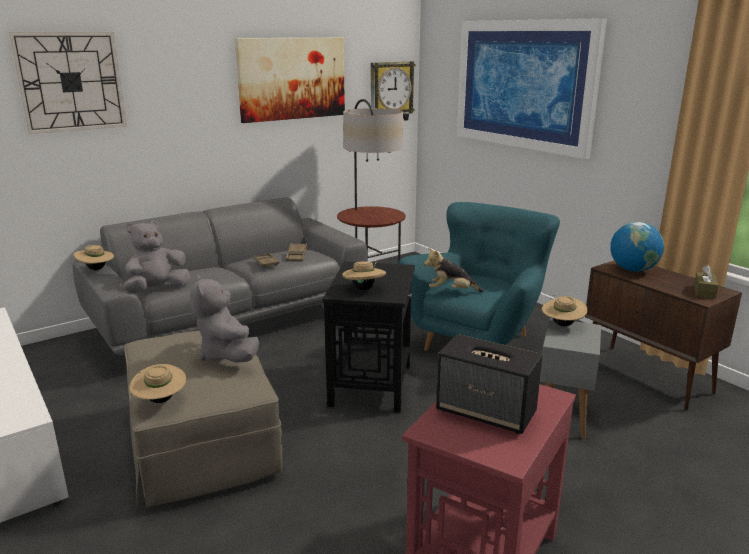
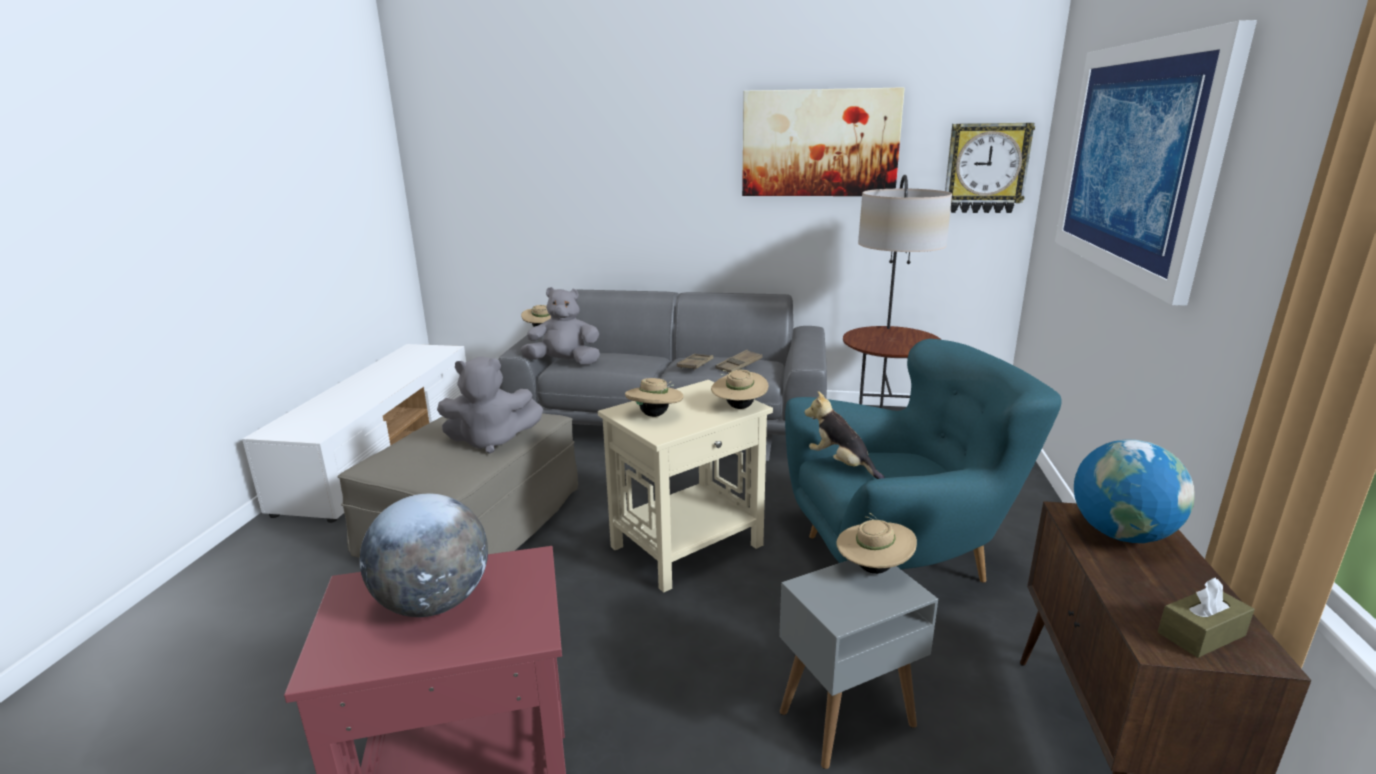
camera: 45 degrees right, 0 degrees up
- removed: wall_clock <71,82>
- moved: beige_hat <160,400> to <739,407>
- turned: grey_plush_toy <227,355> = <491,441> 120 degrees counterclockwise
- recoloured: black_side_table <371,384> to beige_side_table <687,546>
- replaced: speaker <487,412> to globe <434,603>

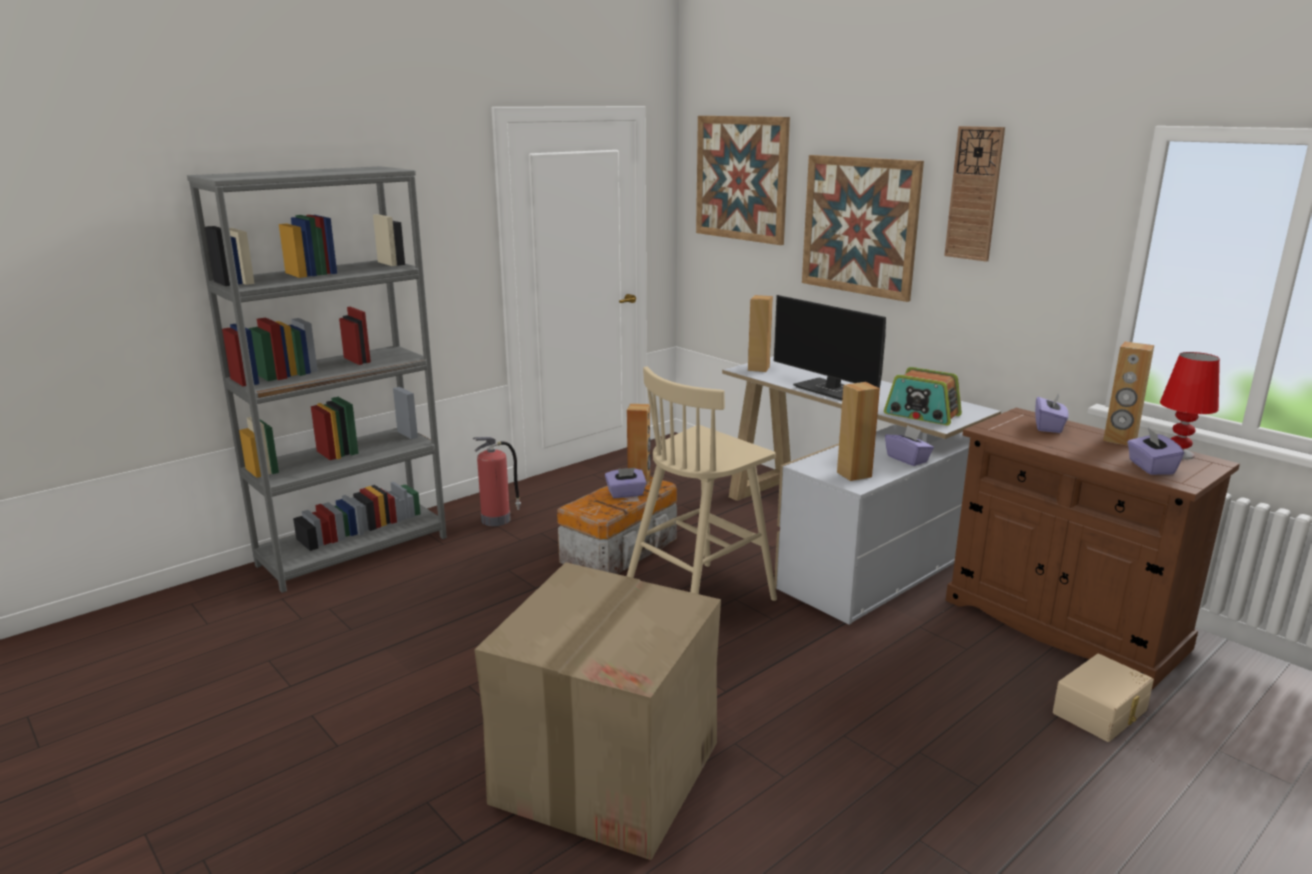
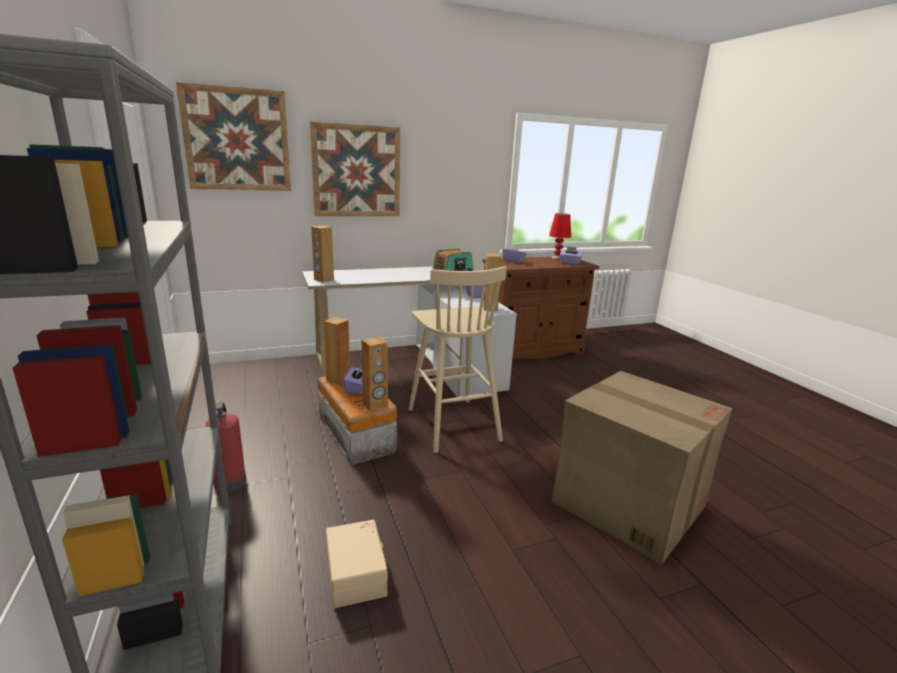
camera: 70 degrees left, 0 degrees up
- removed: monitor <831,390>
- removed: wall_clock <974,194>
- moved: beige_storage_box <1102,712> to <357,573>
- moved: brown_speaker <1120,440> to <375,405>

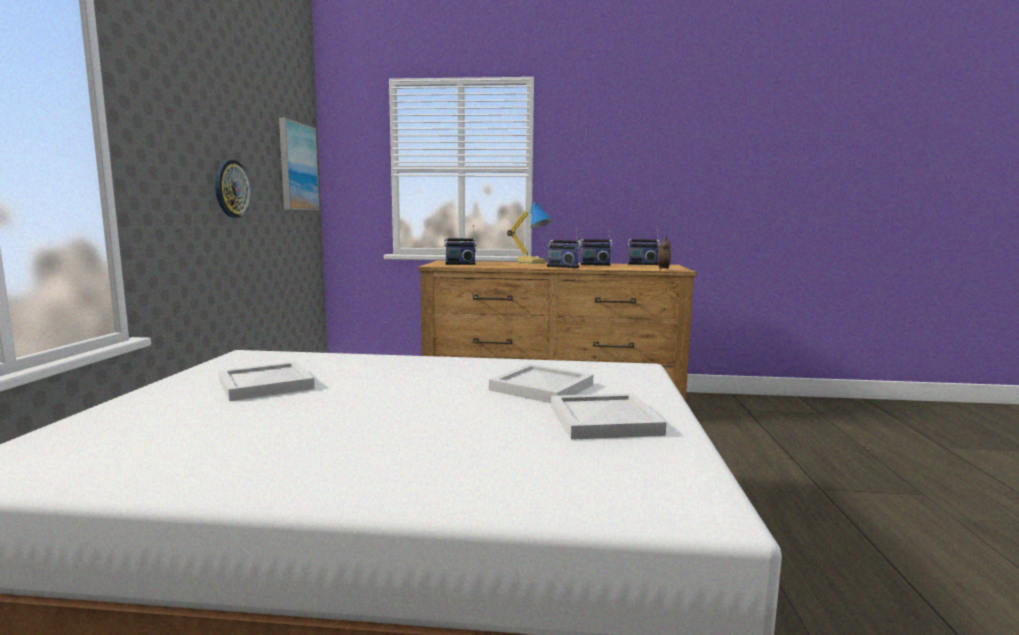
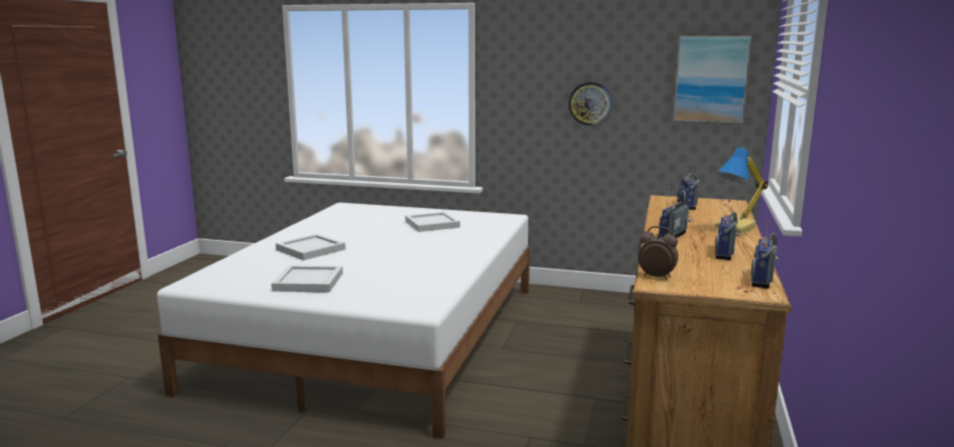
camera: 100 degrees right, 5 degrees up
- moved: white_tray <543,387> to <310,250>

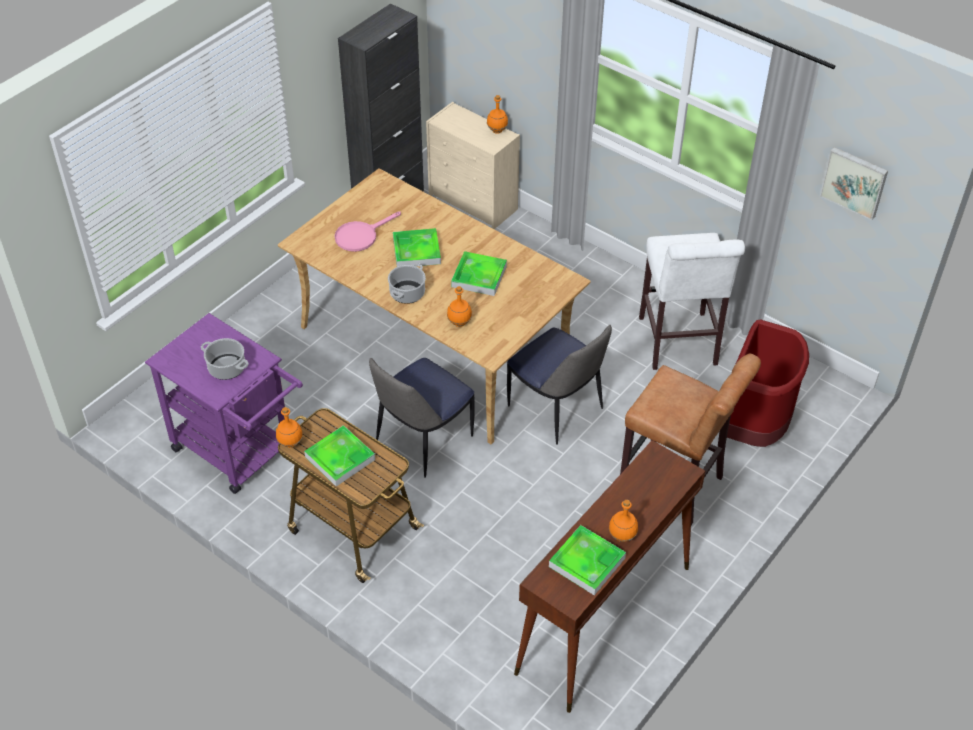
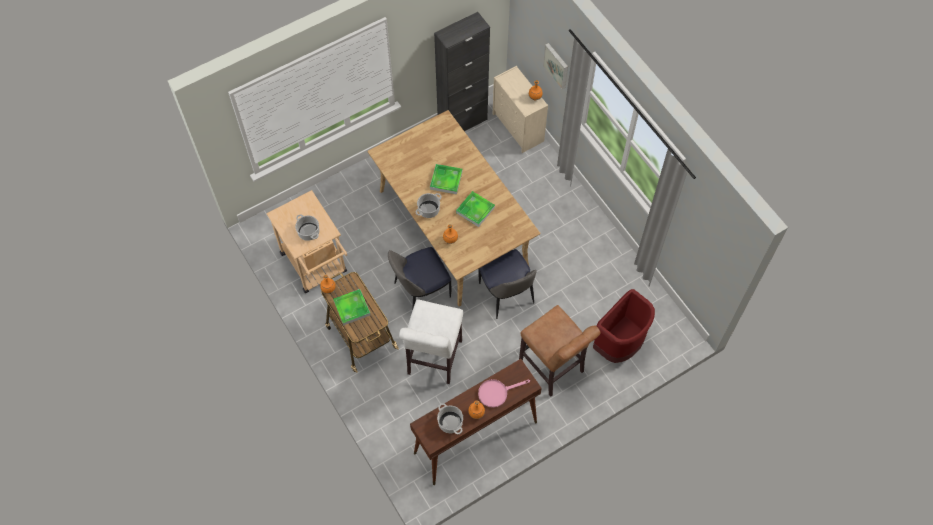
camera: 20 degrees right, 15 degrees up
- recoloured: purple_cart <240,452> to beige_cart <316,267>
- moved: pink_frying_pan <361,236> to <497,392>
- replaced: tray <587,562> to cooking_pot <450,423>
- moved: white_stool <678,345> to <433,360>
- moved: picture <854,181> to <557,65>

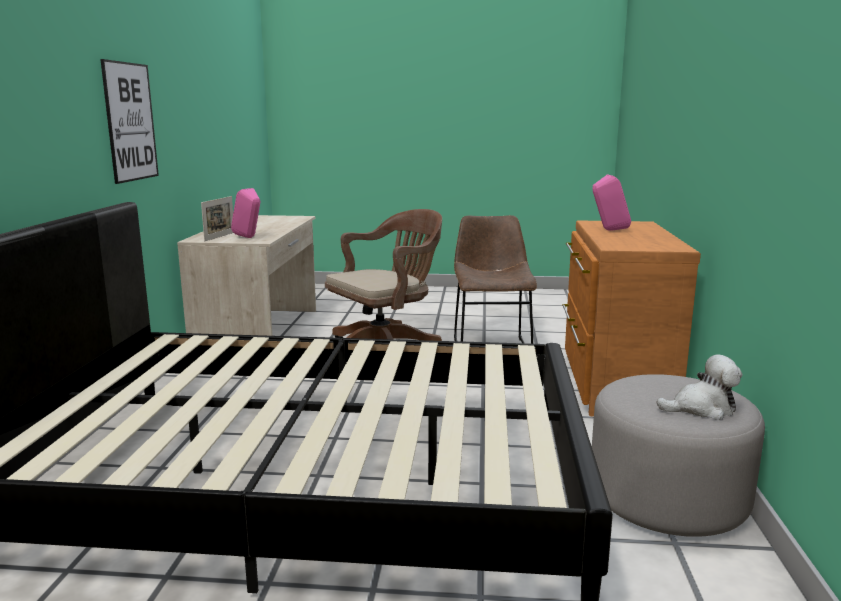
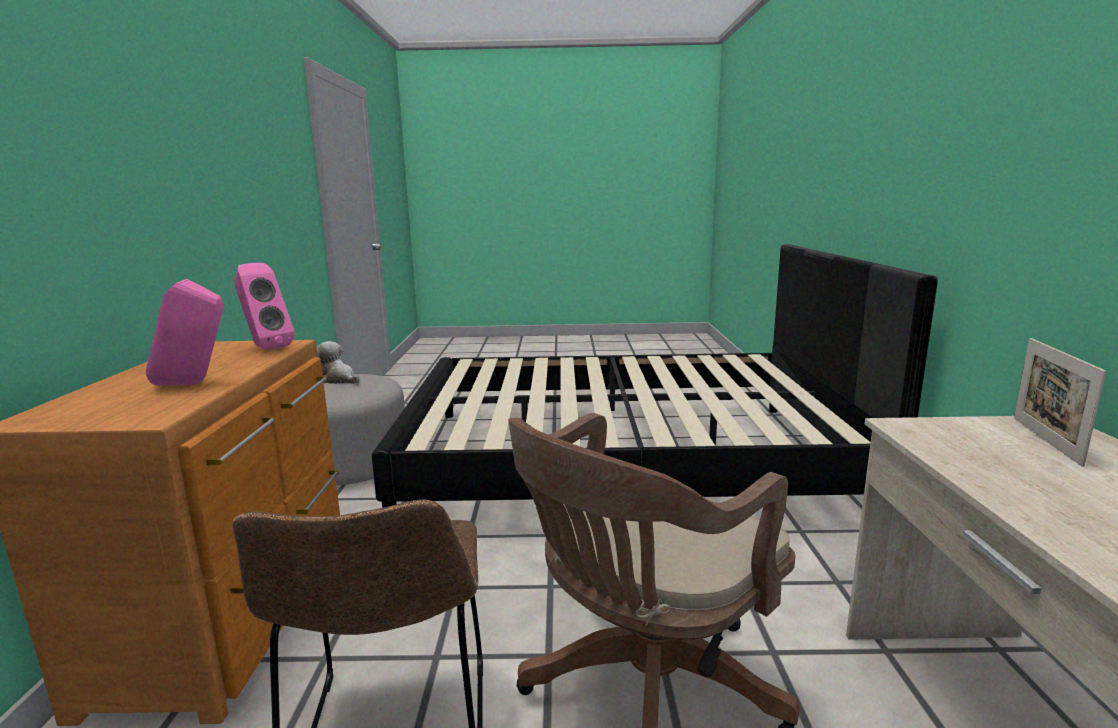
camera: 175 degrees right, 0 degrees up
- removed: picture <130,122>
- moved: pink_speaker <249,238> to <265,348>
- turned: plush_toy <702,409> = <337,379> 45 degrees clockwise

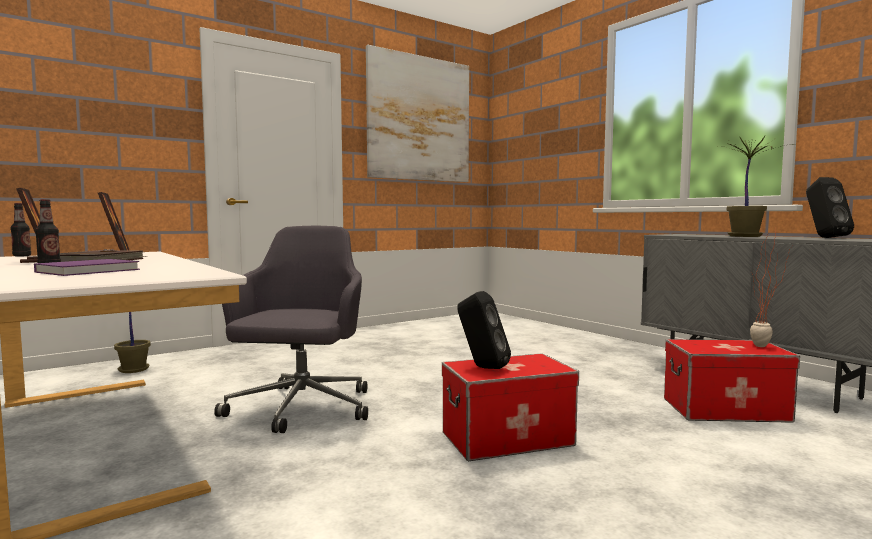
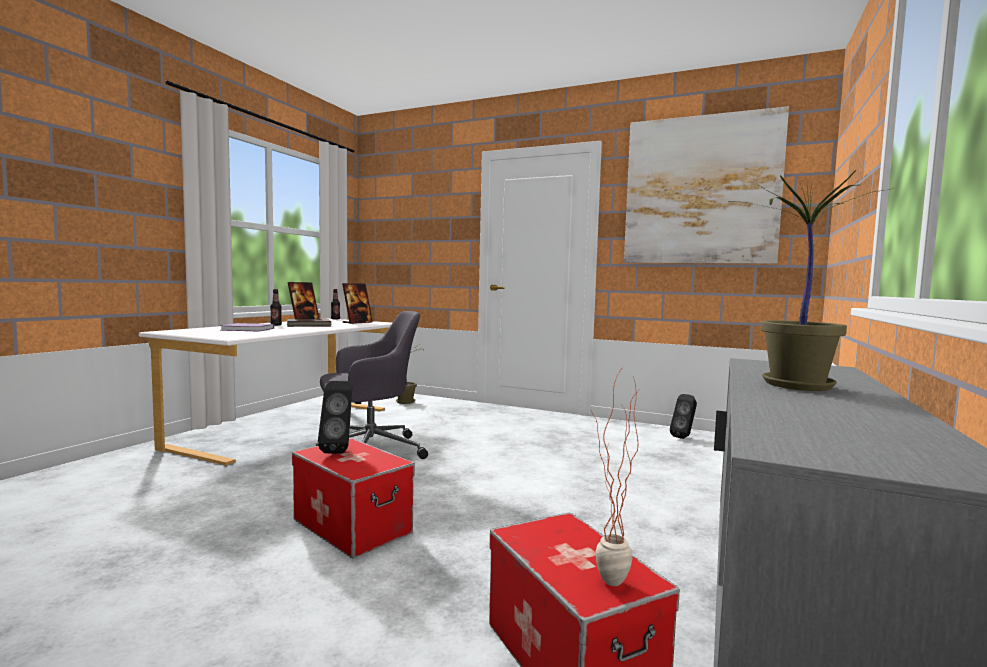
camera: 60 degrees right, 0 degrees up
- moved: black_speaker <824,237> to <684,437>

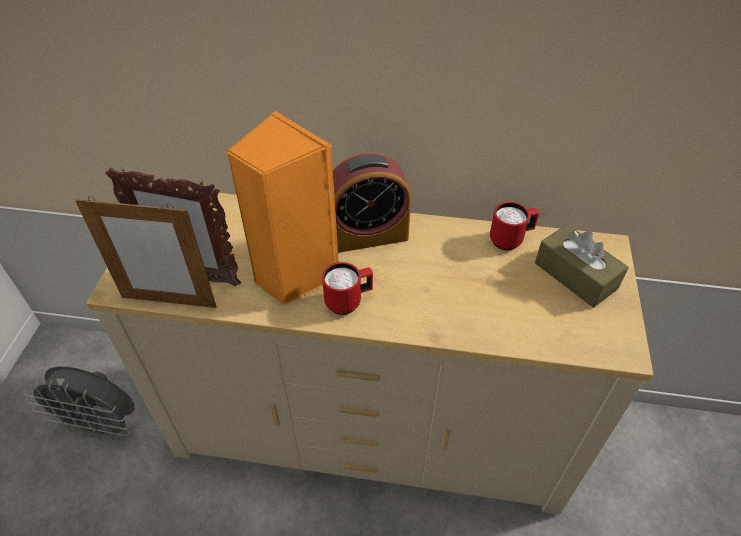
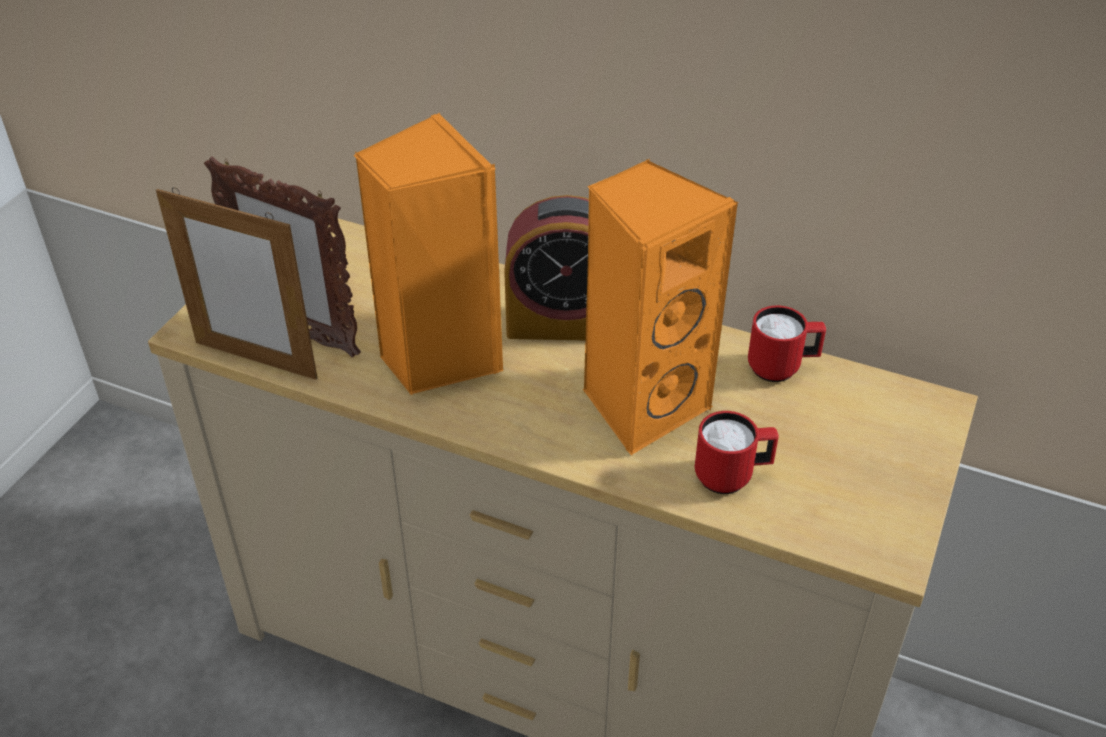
camera: 15 degrees right, 5 degrees down
- removed: grey_fan <103,425>
- moved: red_mug <349,302> to <732,477>
- removed: brown_tissue_box <575,275>
- added: orange_speaker <642,404>

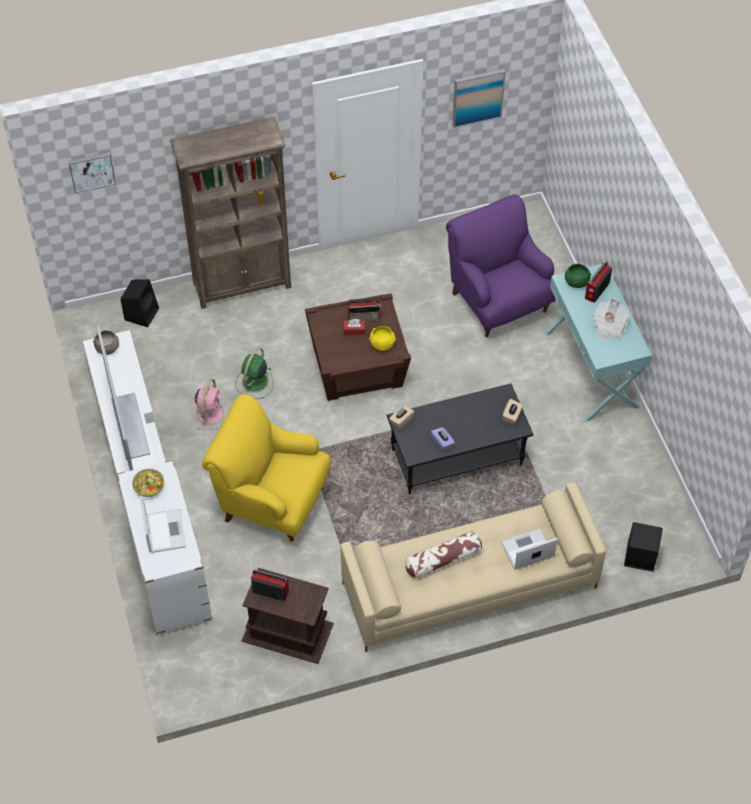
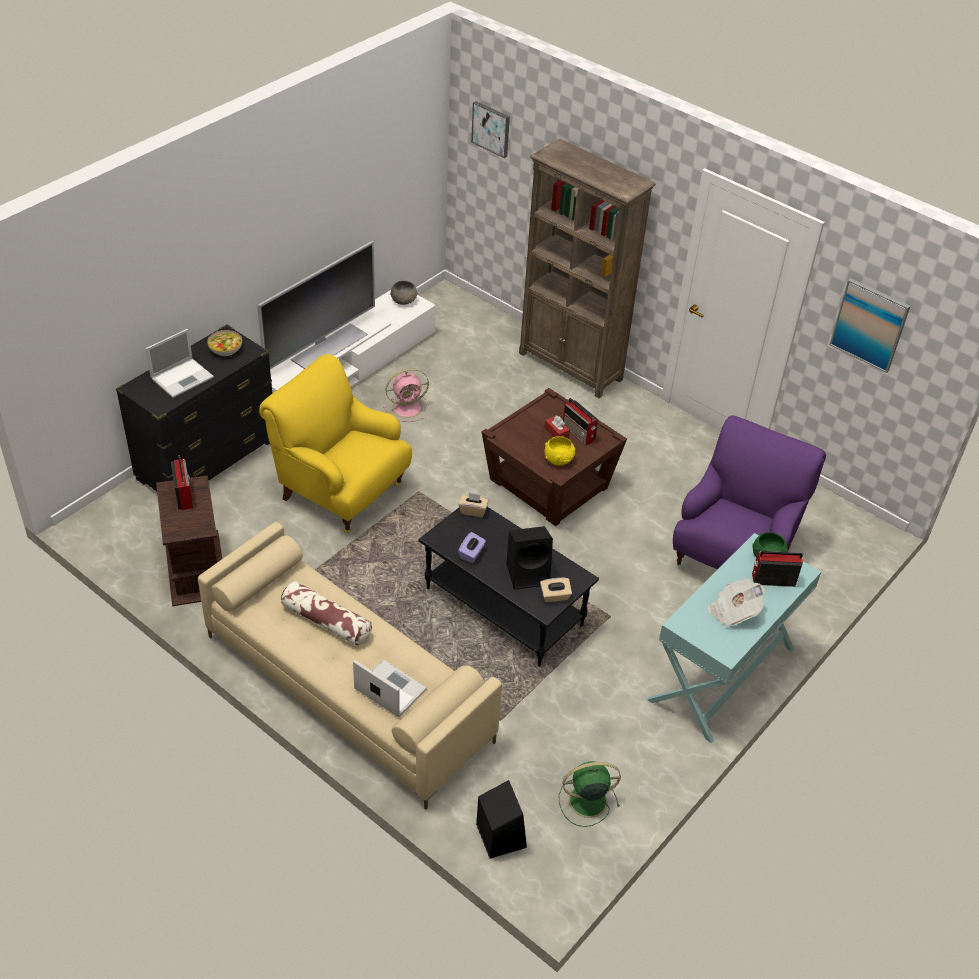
camera: 55 degrees right, 10 degrees down
- recoloured: white_dresser <170,576> to black_dresser <207,459>
- moved: black_speaker <142,313> to <529,573>
- turned: yellow_armchair <272,501> = <340,491> 45 degrees counterclockwise
- moved: green_fan <254,383> to <586,801>

